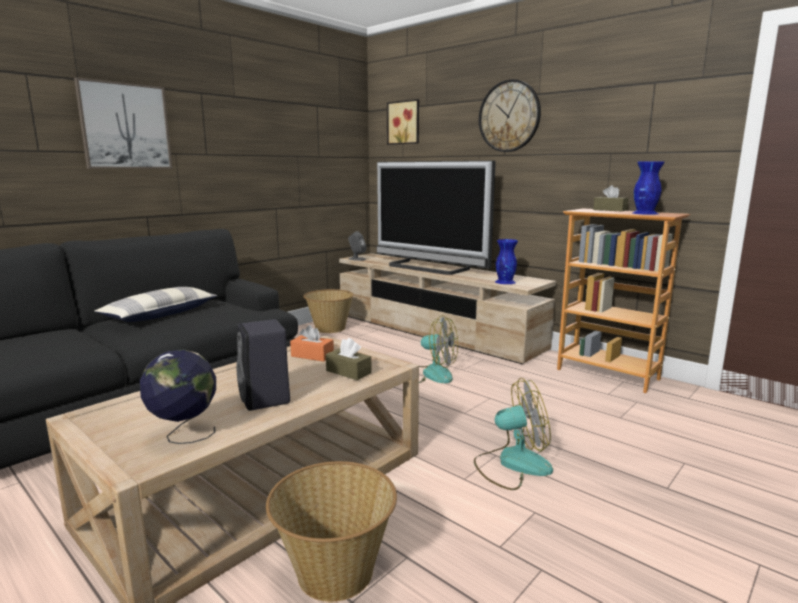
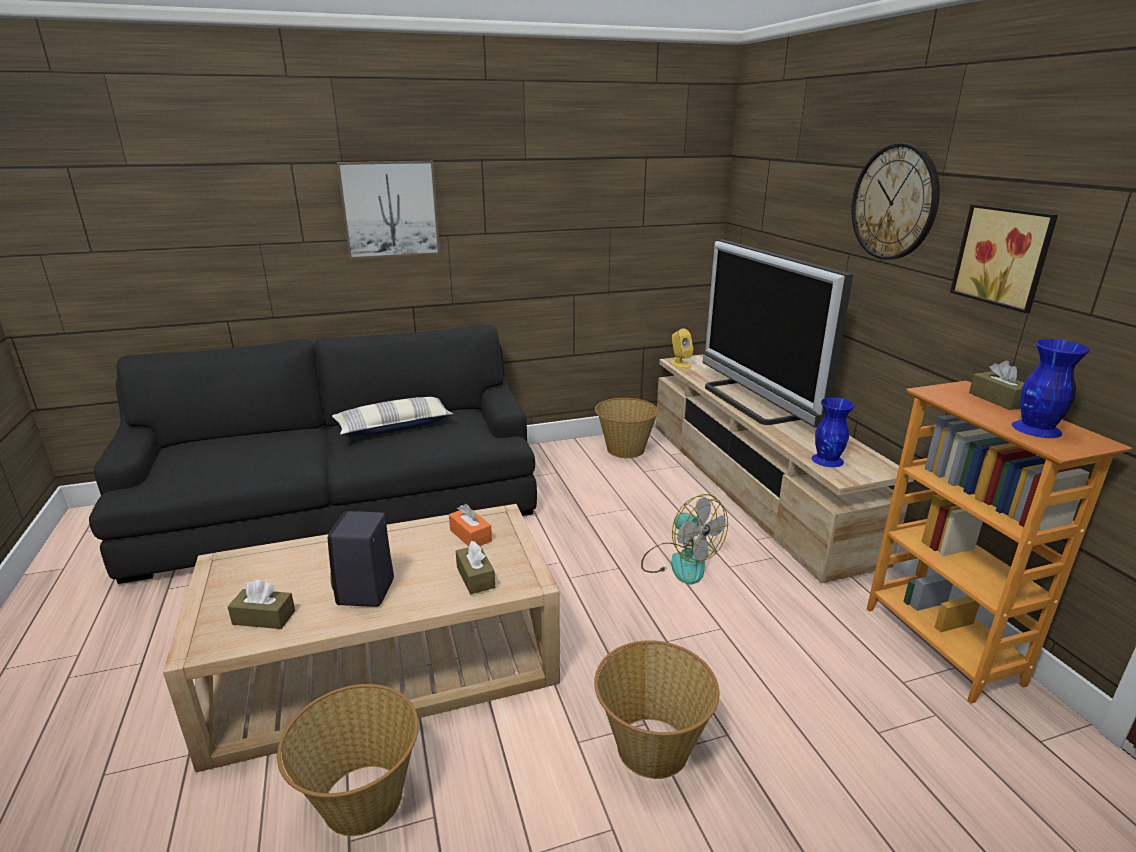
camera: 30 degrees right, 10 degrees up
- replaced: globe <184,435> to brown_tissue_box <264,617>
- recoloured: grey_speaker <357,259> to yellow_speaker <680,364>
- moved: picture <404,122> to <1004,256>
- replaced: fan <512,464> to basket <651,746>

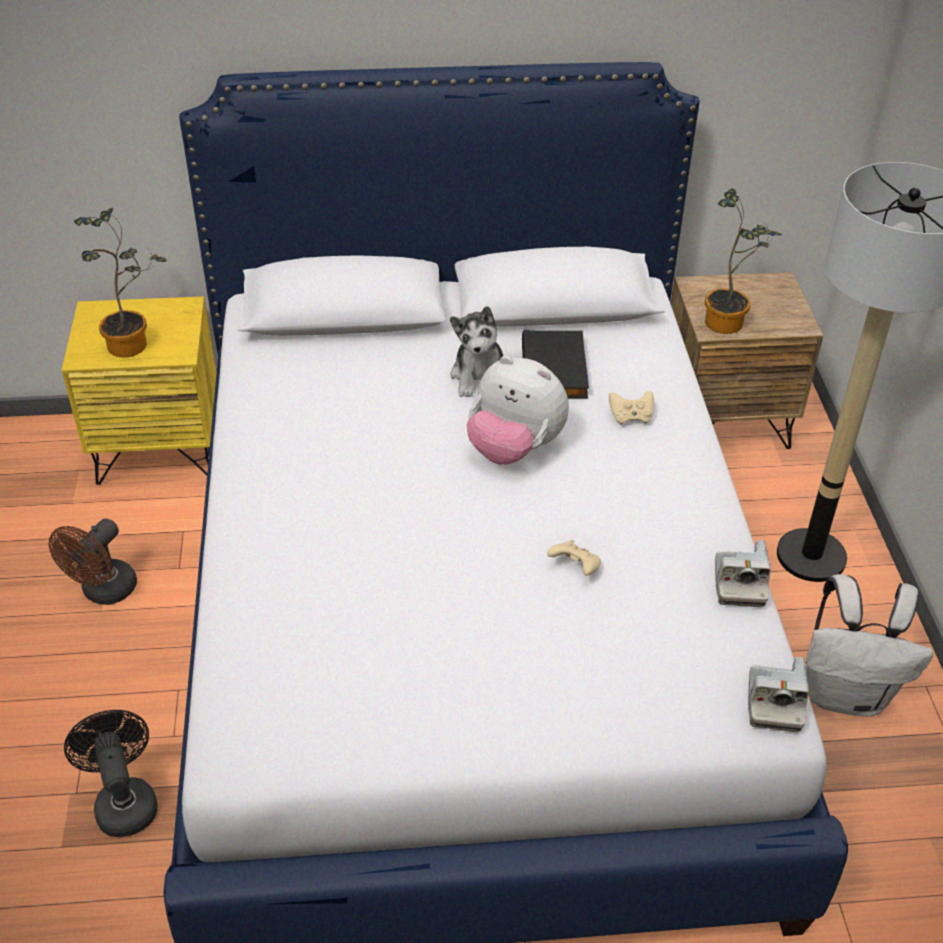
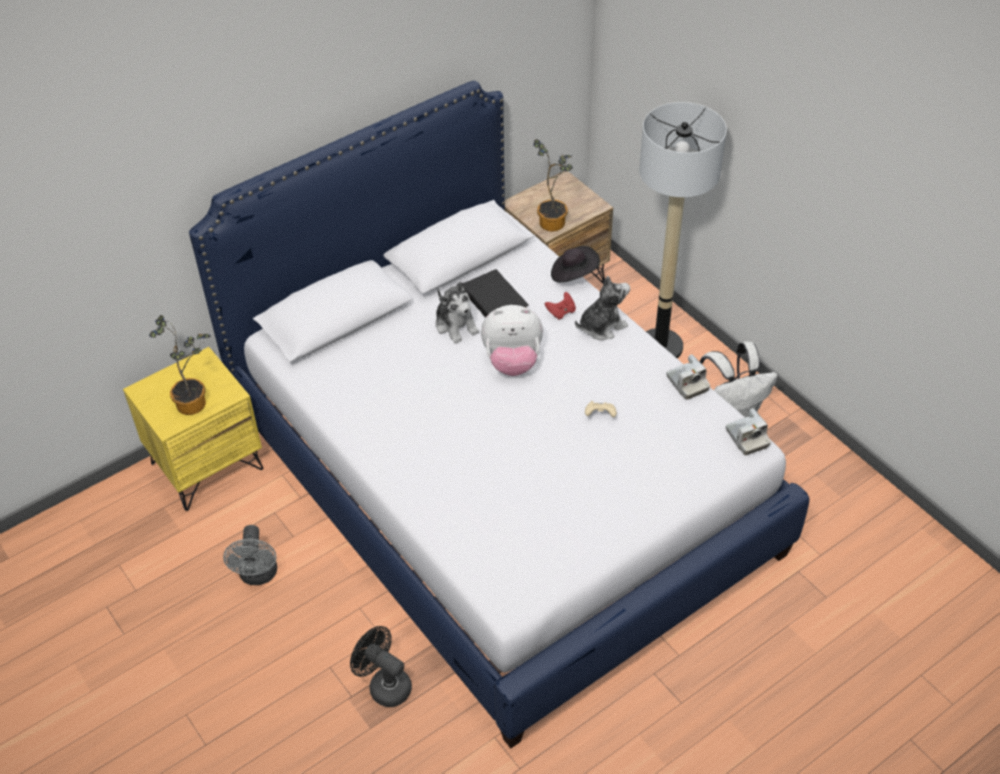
camera: 30 degrees left, 5 degrees up
- recoloured: brown_fan <104,592> to grey_fan <258,576>
- recoloured: beige_game_controller <630,417> to red_game_controller <561,312>
- added: black_hat <573,274>
- added: plush_toy <601,326>

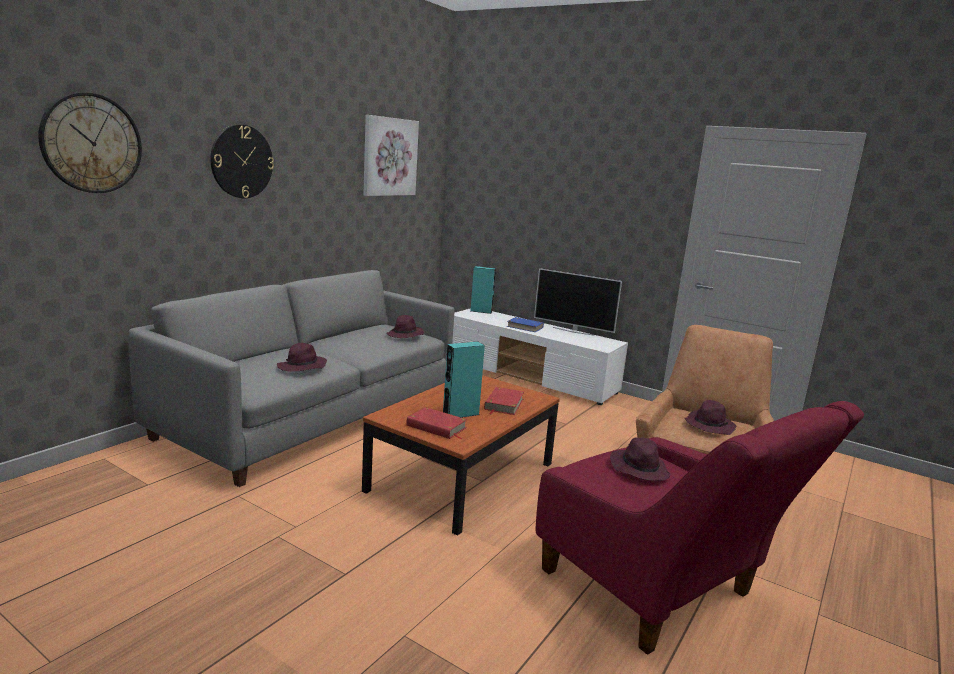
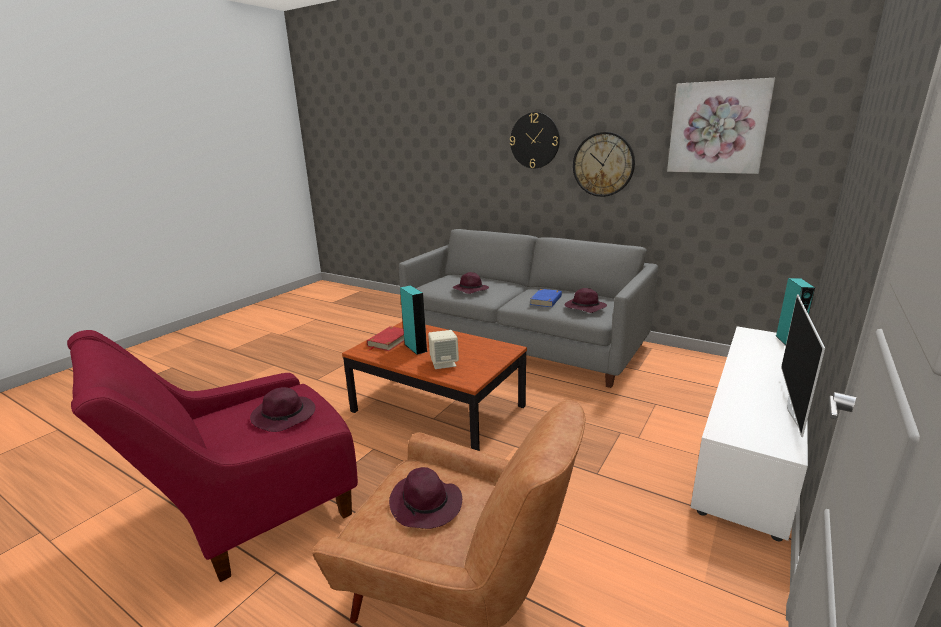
camera: 90 degrees right, 5 degrees up
- moved: wall_clock <91,143> to <603,164>
- replaced: red_book <503,404> to beige_speaker <444,363>
- moved: blue_book <525,327> to <546,300>

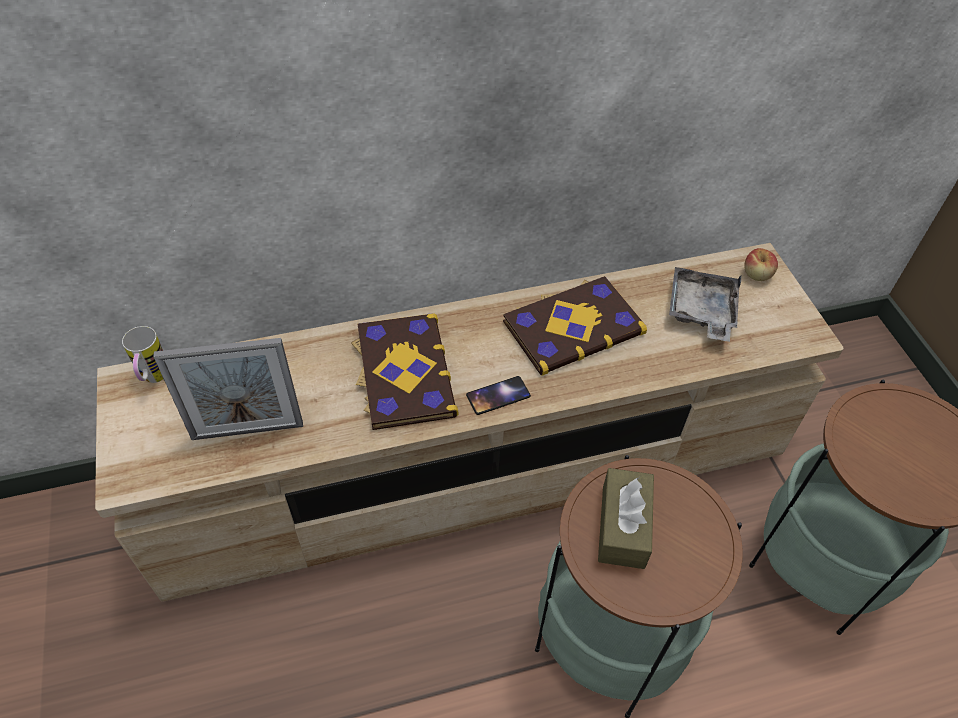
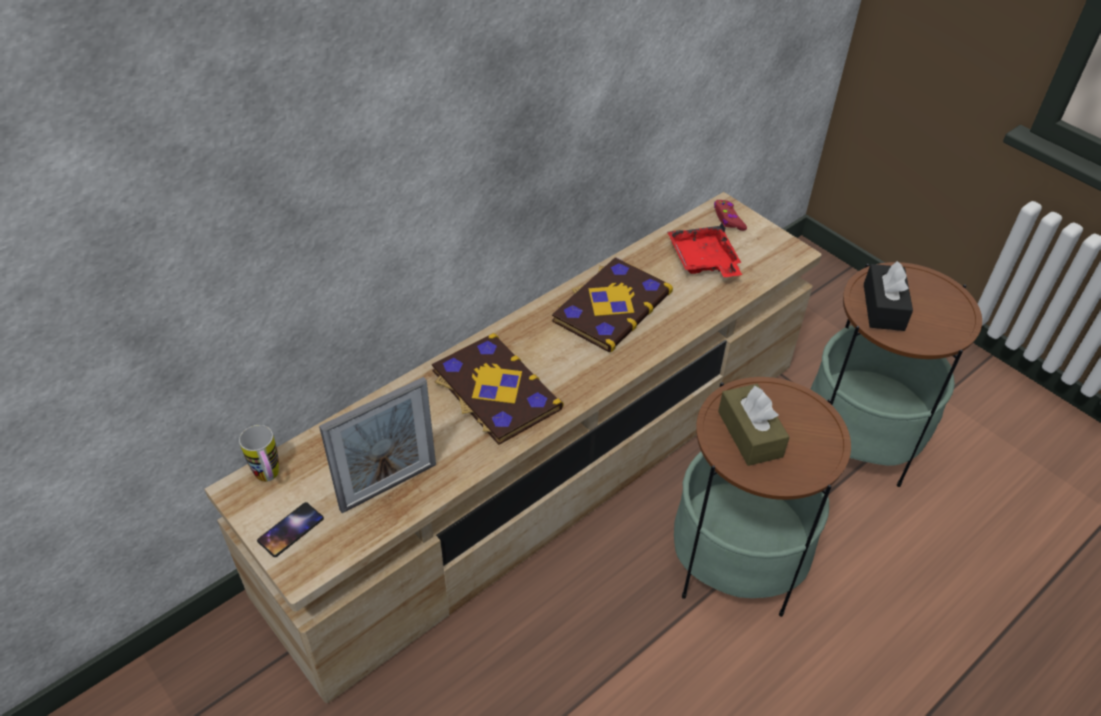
camera: 25 degrees left, 5 degrees down
- moved: phone <498,396> to <291,530>
- recoloured: grey_tray <701,311> to red_tray <703,261>
- replaced: apple <757,275> to red_game_controller <728,219>
- added: black_tissue_box <883,307>

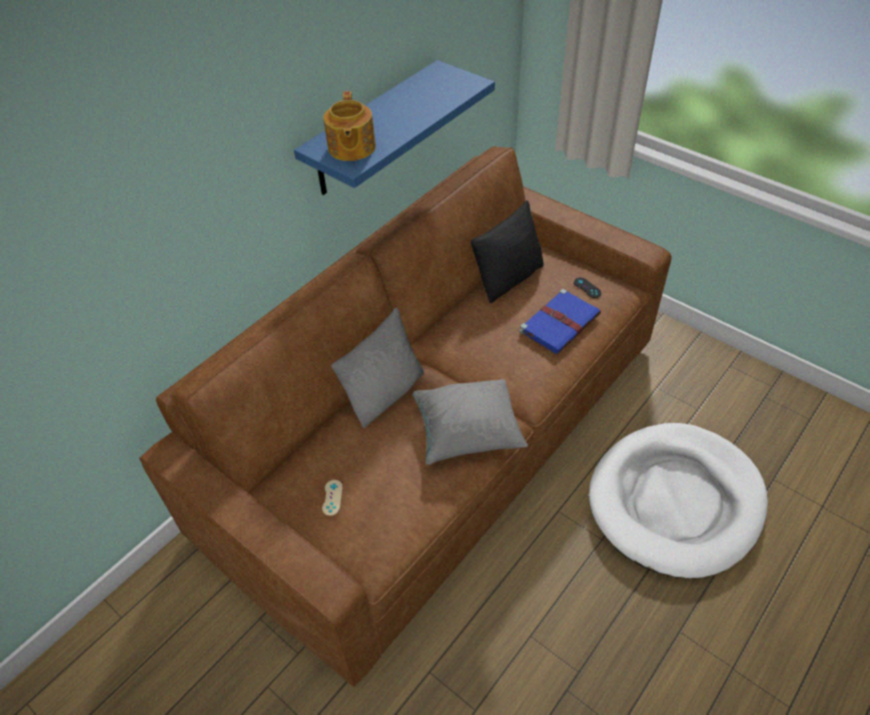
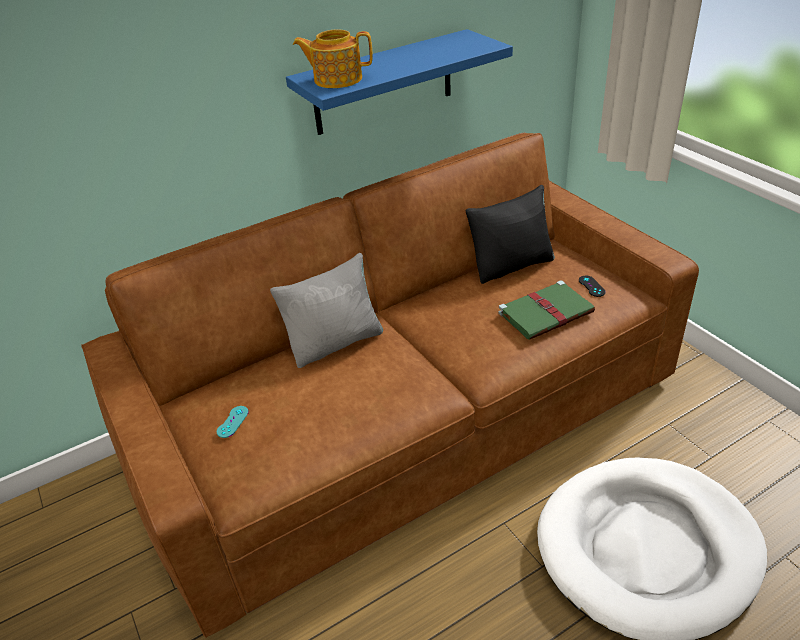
camera: 20 degrees right, 10 degrees down
- recoloured: beige_game_controller <332,497> to turquoise_game_controller <232,422>
- turned: teapot <351,148> = <337,79> 75 degrees clockwise
- removed: grey_pillow <467,434>
- recoloured: blue_book <560,323> to green_book <547,312>

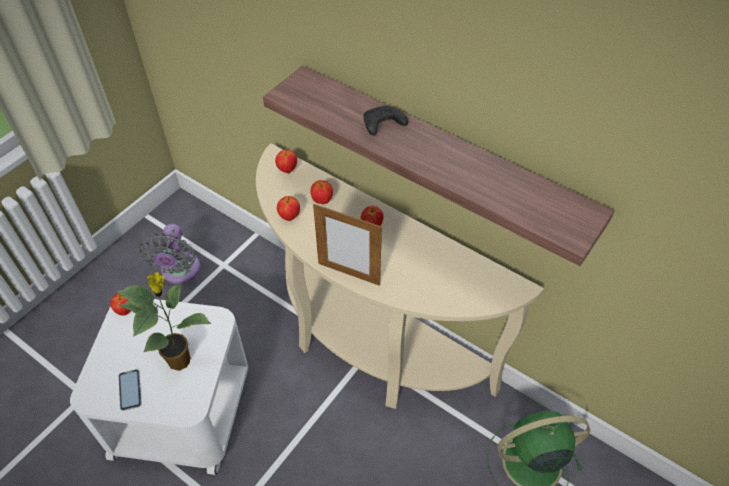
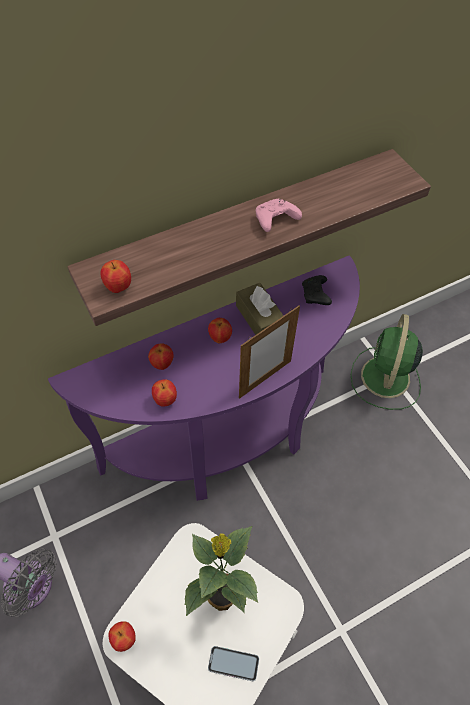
camera: 65 degrees left, 5 degrees up
- recoloured: beige_console_table <368,347> to purple_console_table <229,442>
- moved: apple <287,170> to <118,287>
- moved: black_game_controller <382,126> to <316,295>
- added: brown_tissue_box <259,318>
- added: pink_game_controller <275,220>

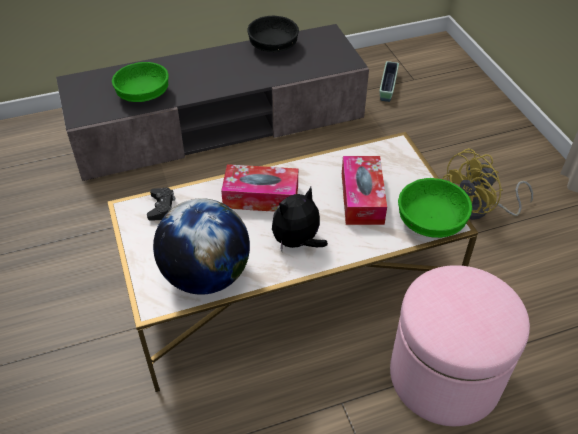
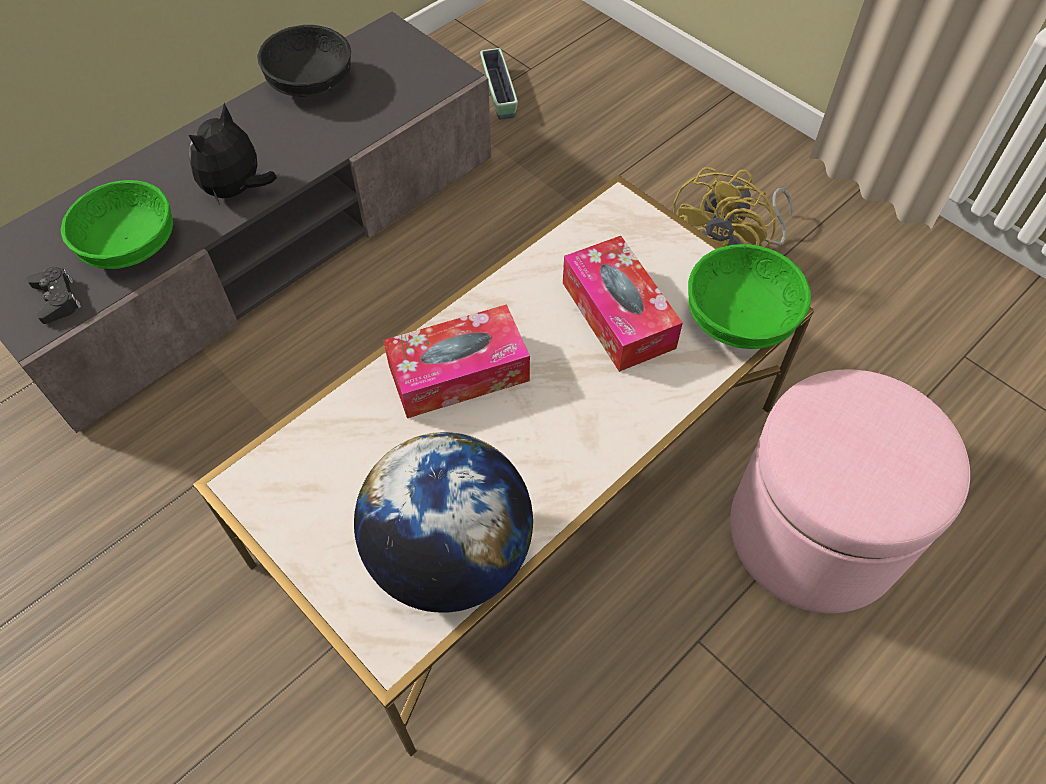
camera: 25 degrees left, 10 degrees up
- moved: black_game_controller <162,207> to <57,299>
- moved: plush_toy <297,242> to <237,190>

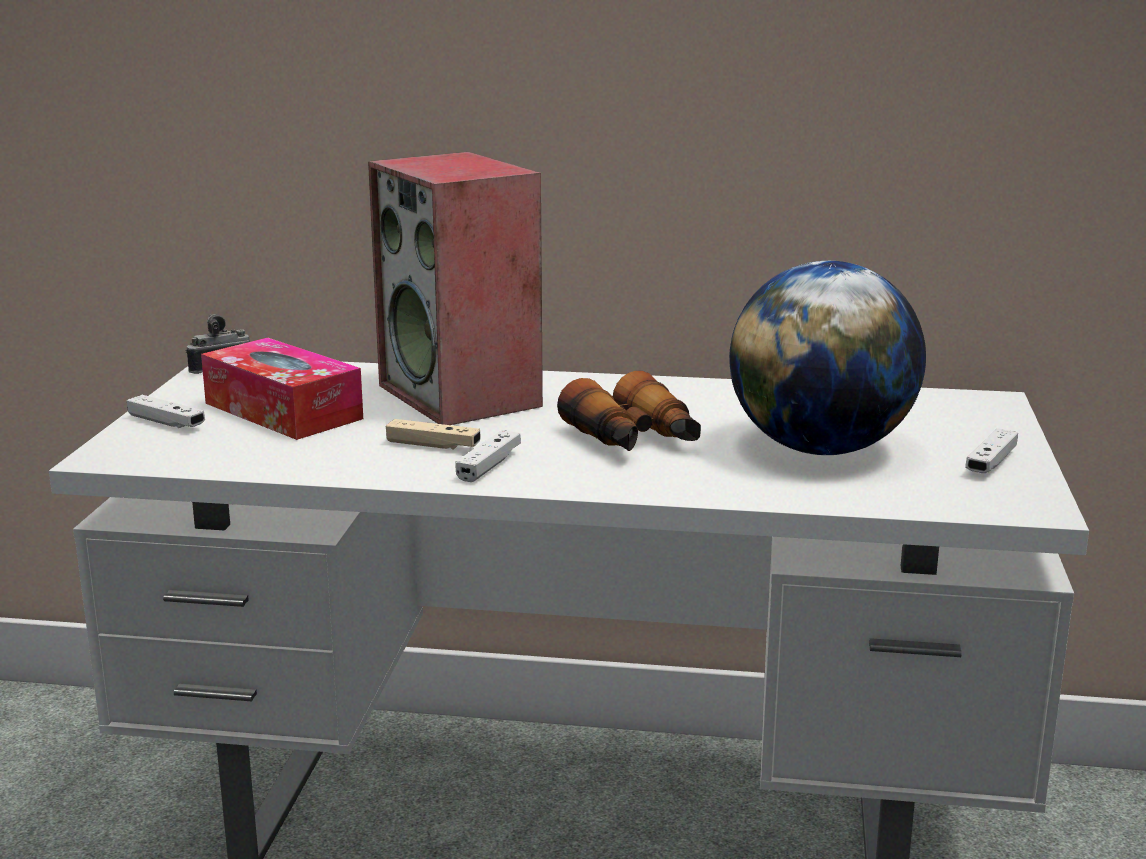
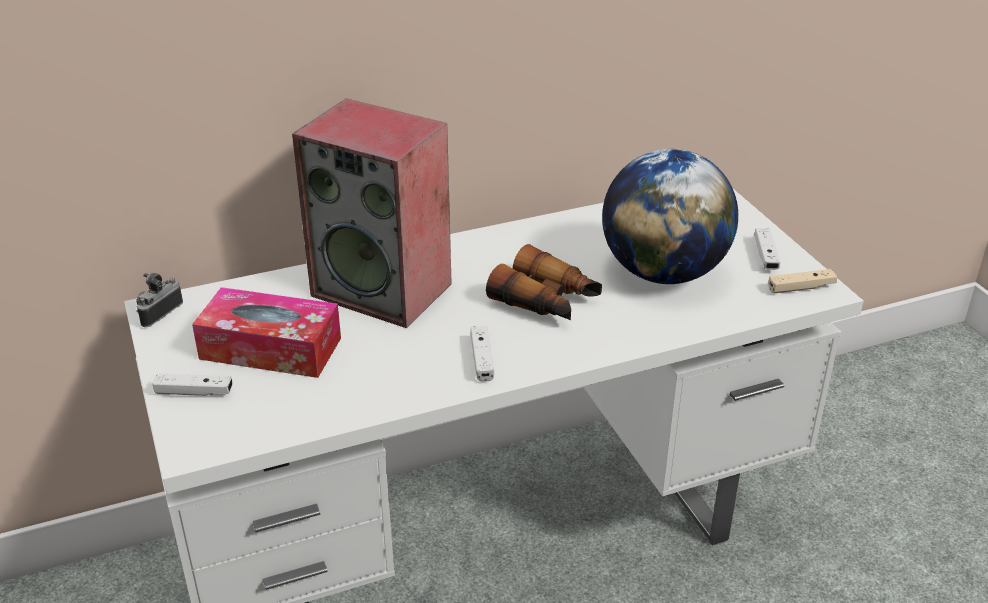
camera: 30 degrees left, 15 degrees up
- moved: beige_game_controller <433,445> to <801,288>

